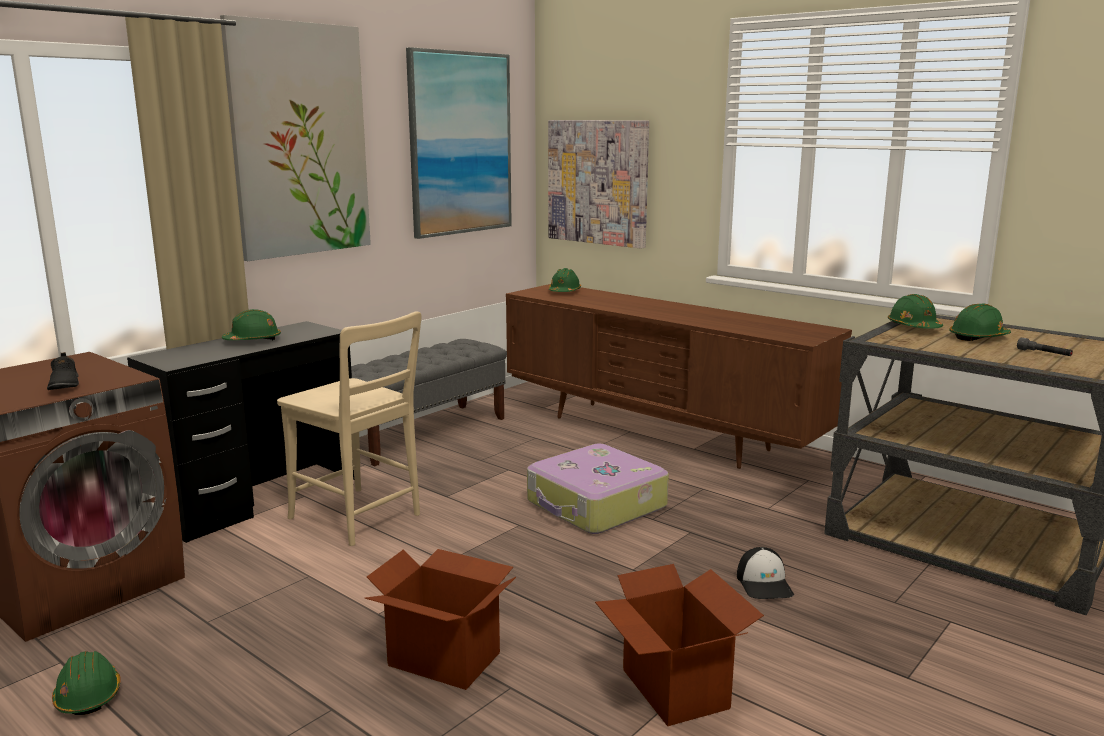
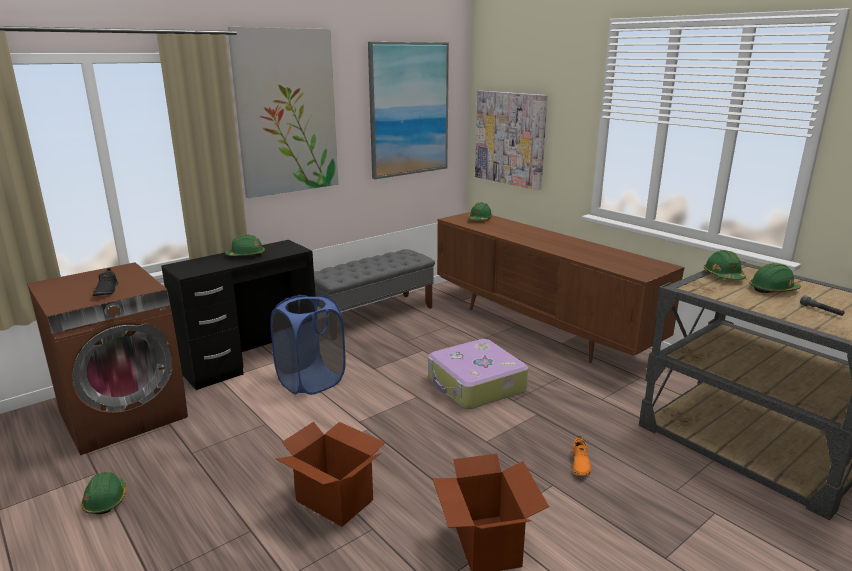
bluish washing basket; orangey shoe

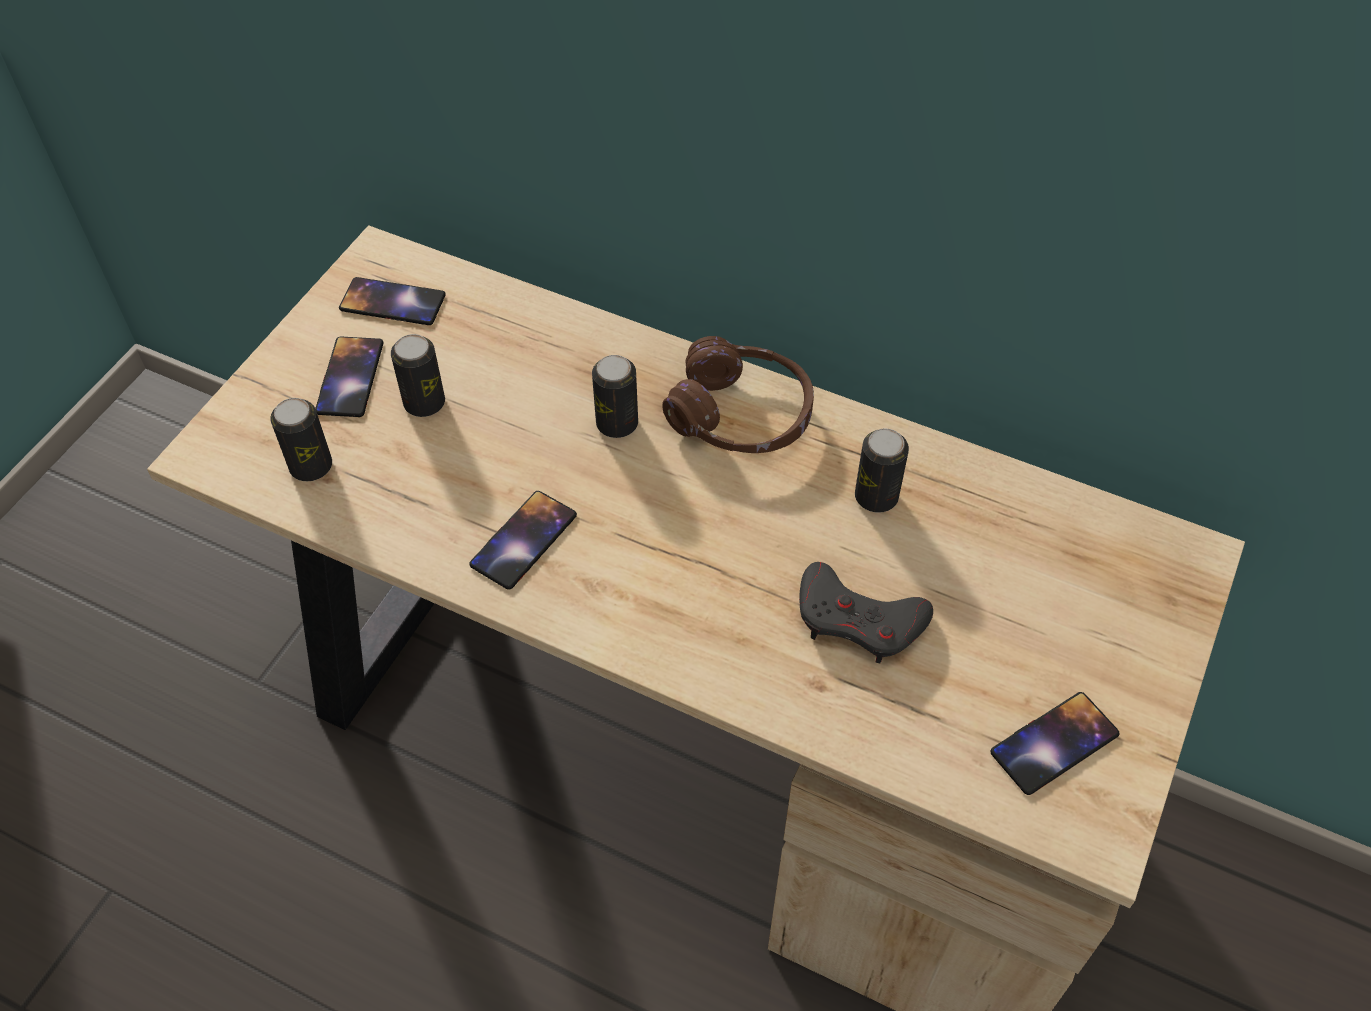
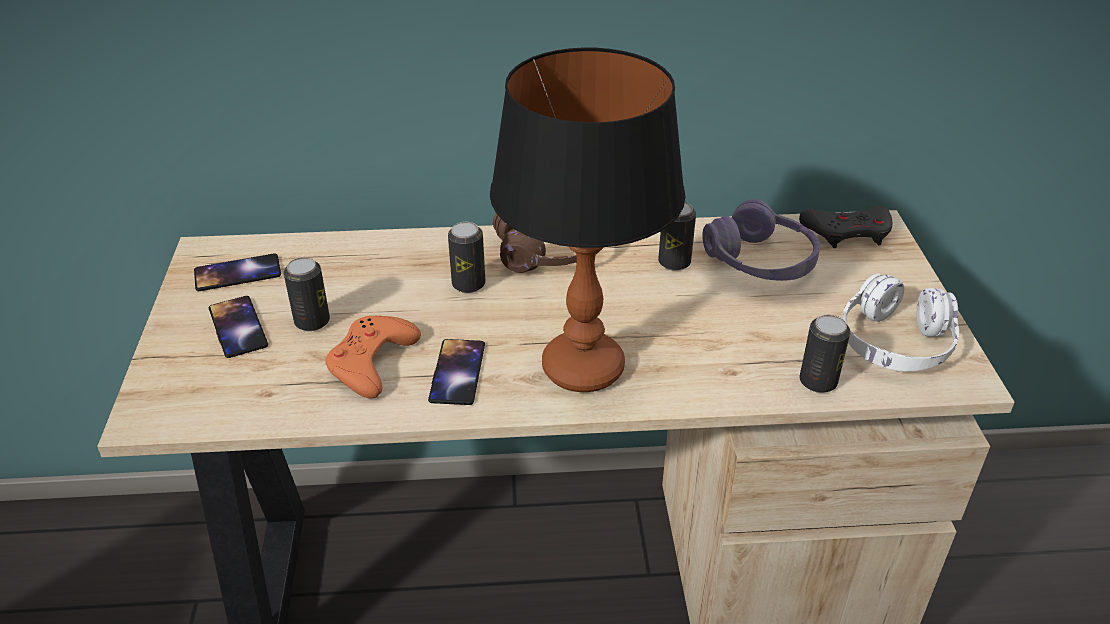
sealed can (no. 4 from left); grey game controller; whitish headphones; orangey game controller; lamp for a table; purple-coloured headphones

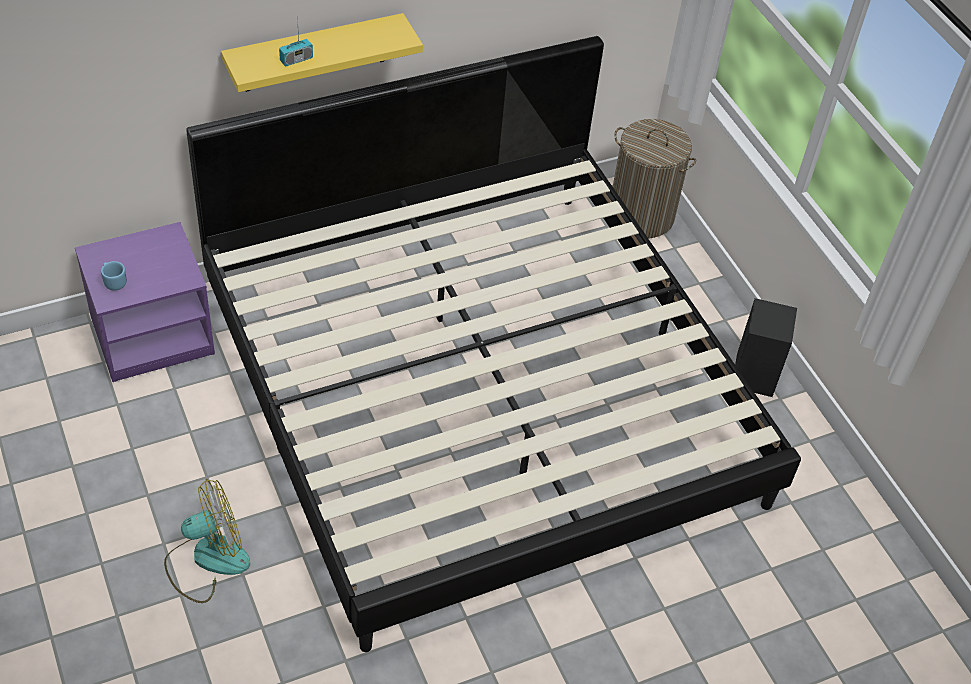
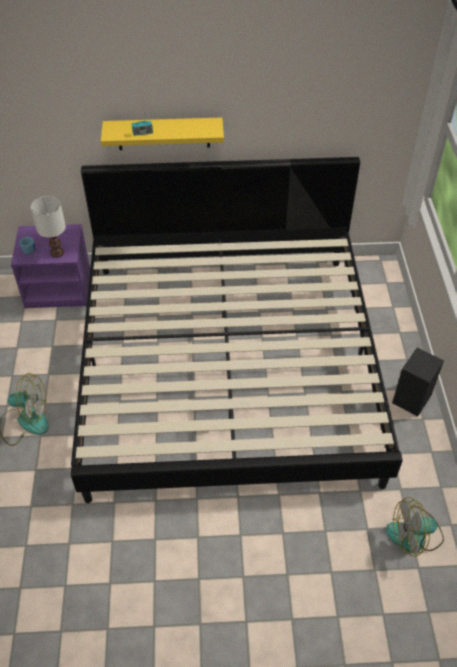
washing basket; whitish lamp for a table; cooling fan (no. 2 from left)

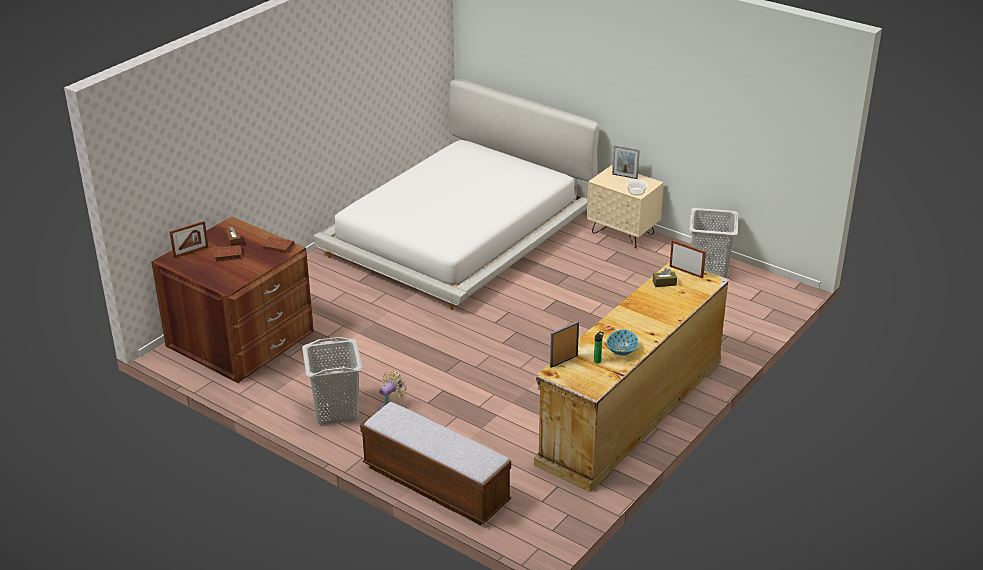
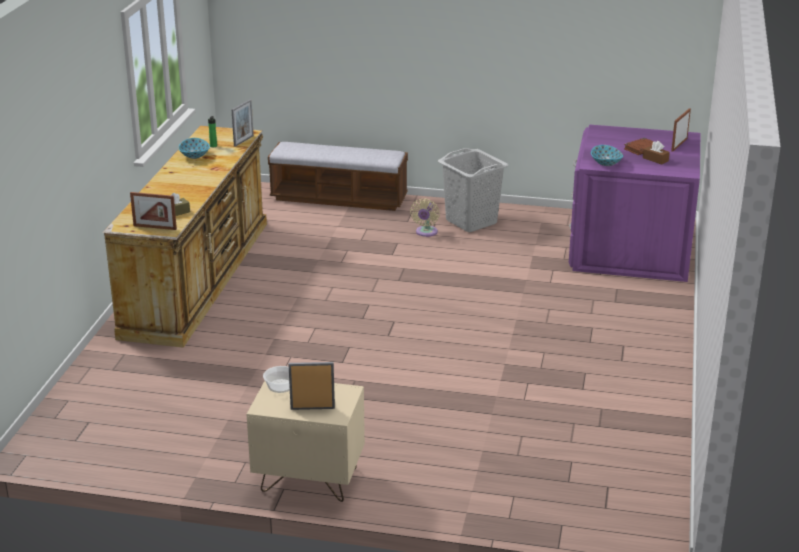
purple-coloured drawer chest; serving bowl (no. 3 from left); whitish sleeping bed; grey washing basket (no. 2 from left in the first image)

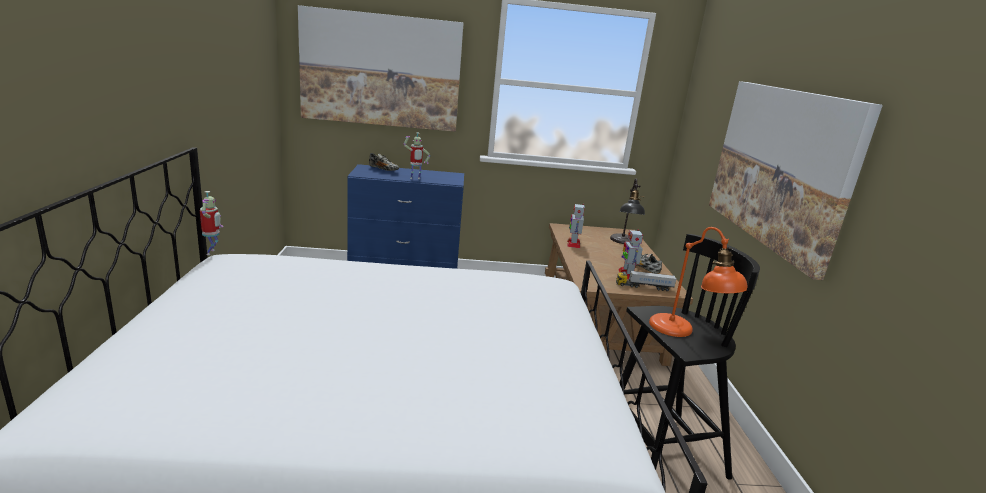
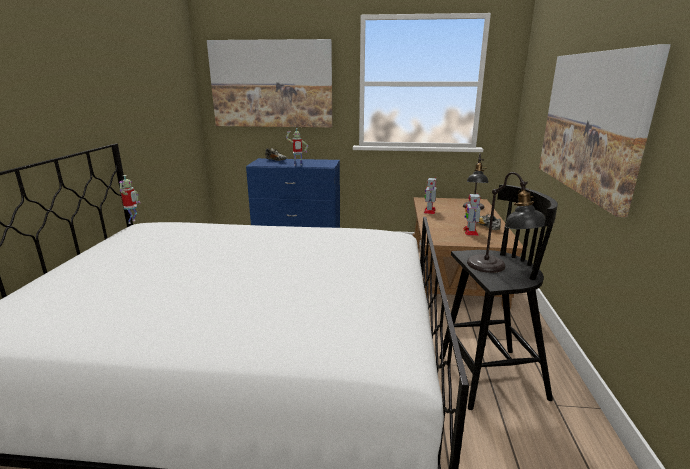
toy truck; grey lamp for a table (no. 2 from left)

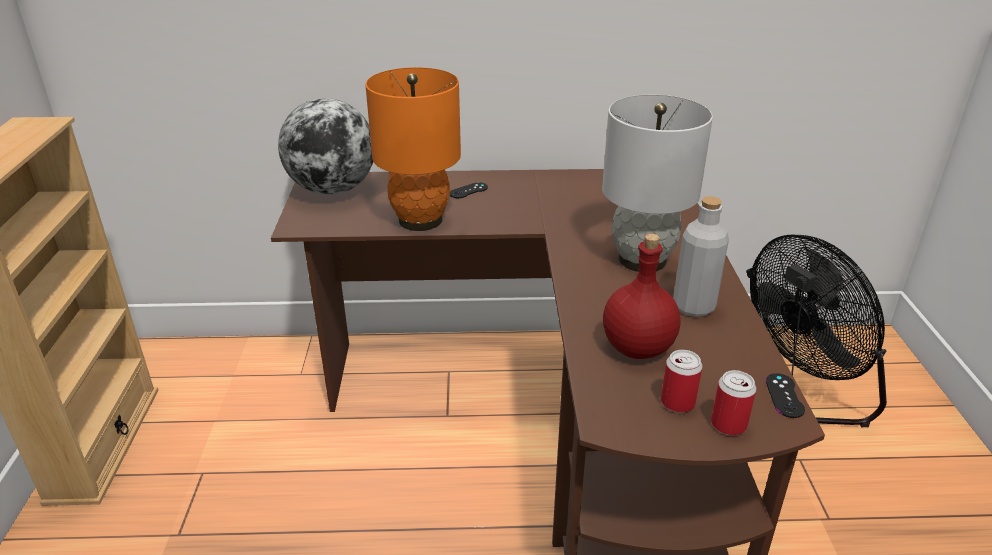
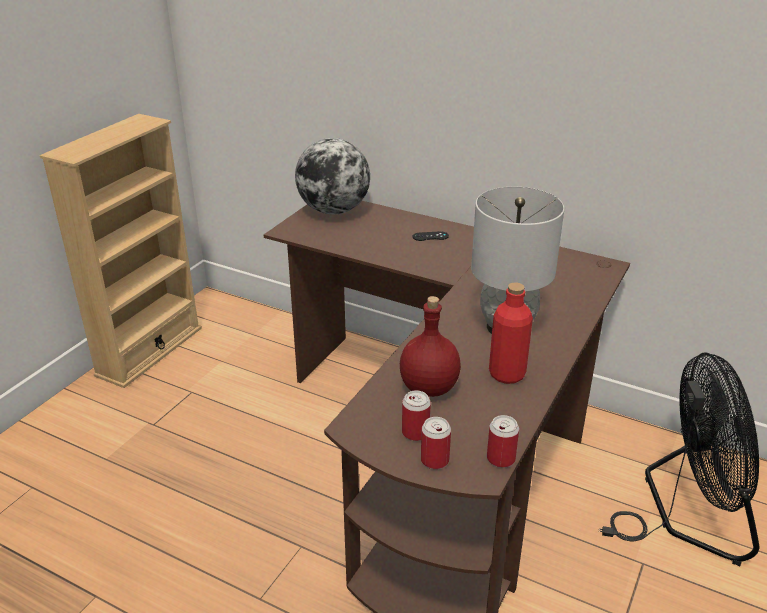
orangey lamp for a table; red-coloured beverage bottle (no. 2 from left); sealed can (no. 3 from left)

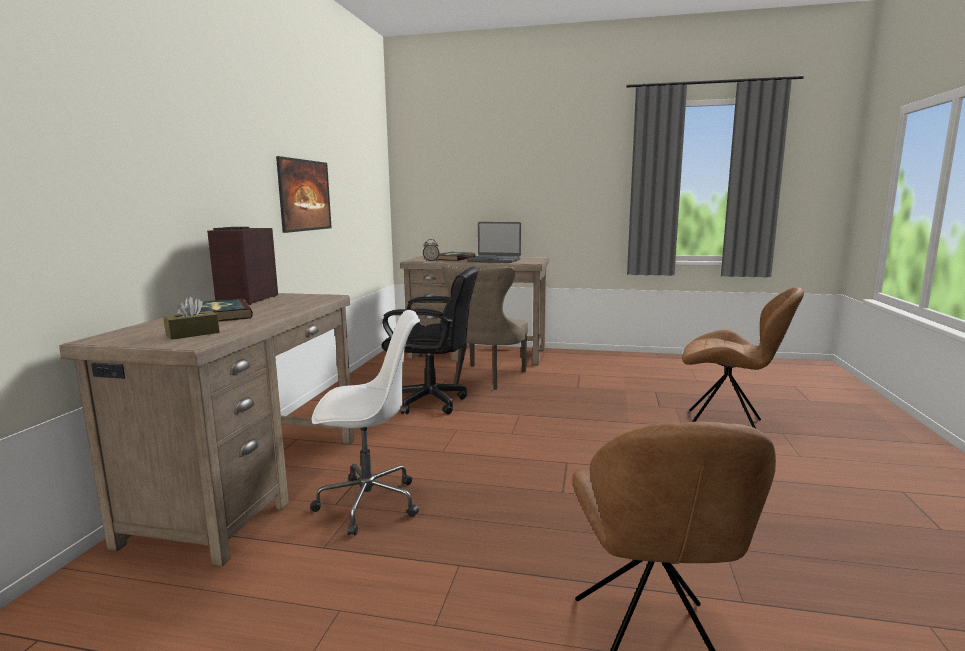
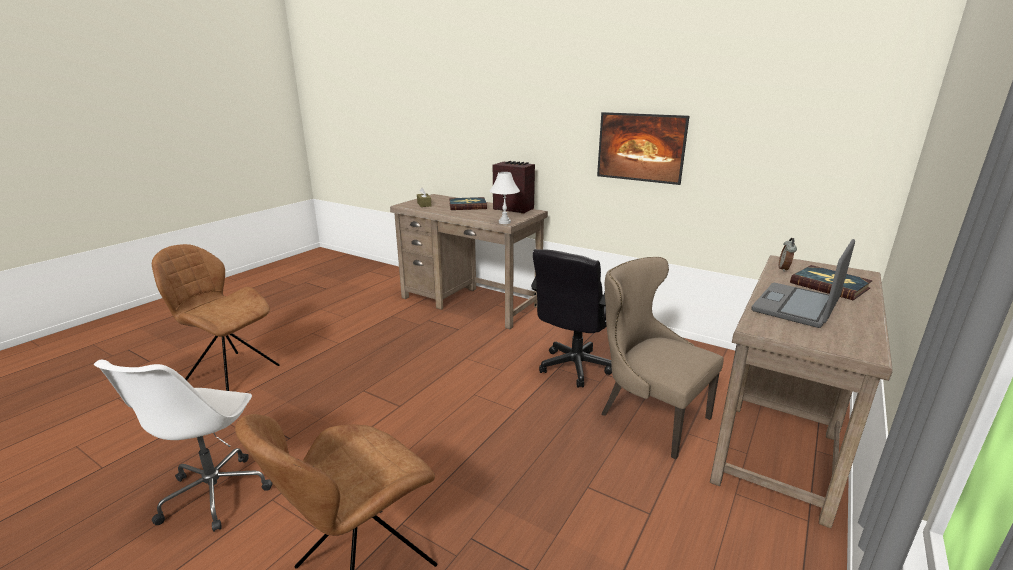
whitish computer chair; whitish lamp for a table

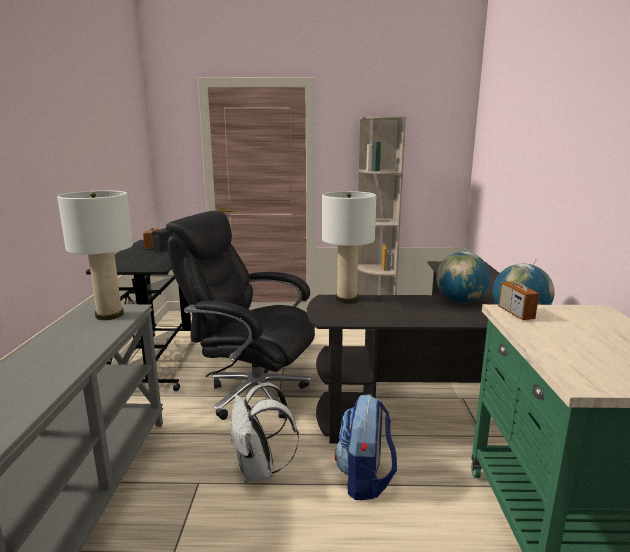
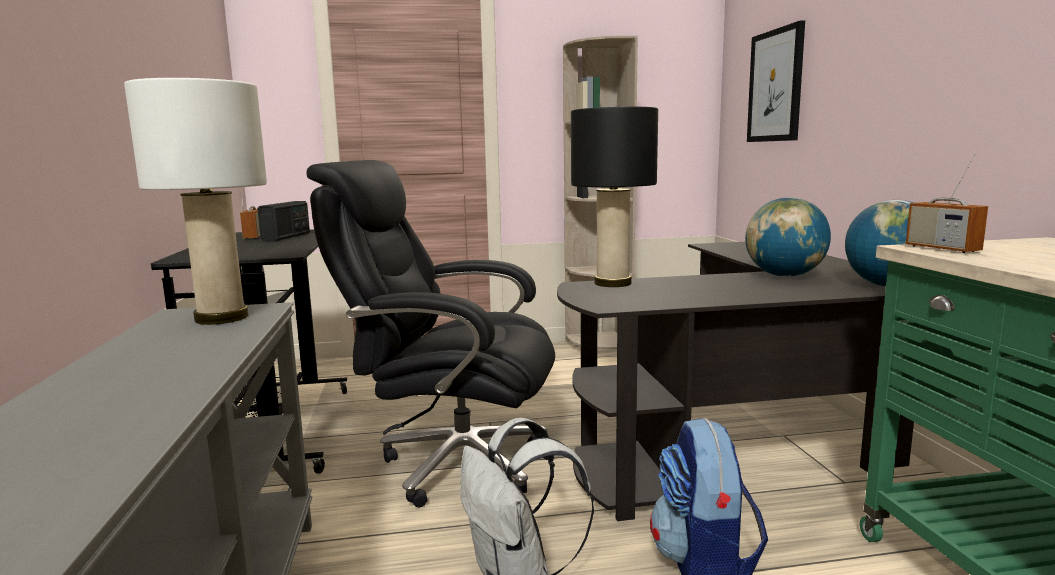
black lamp for a table; wall picture

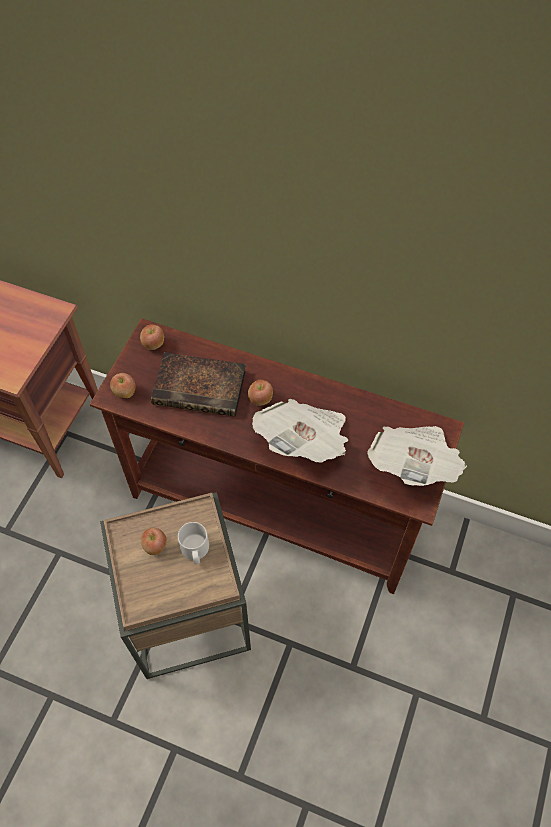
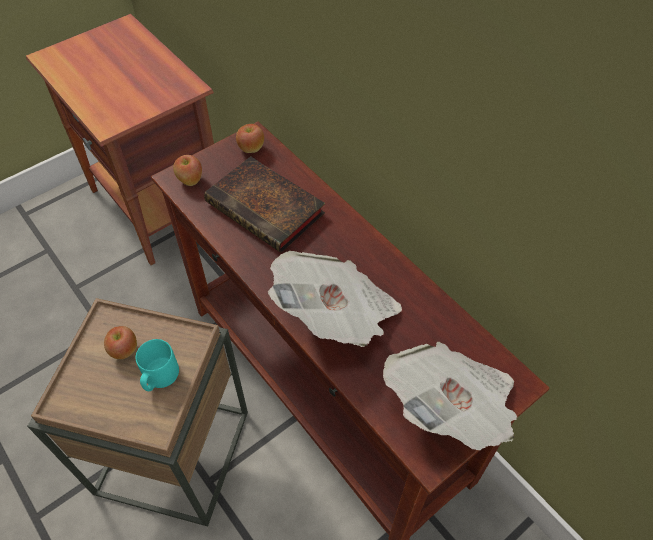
turquoise coffee mug; whole apple (no. 4 from left in the first image)

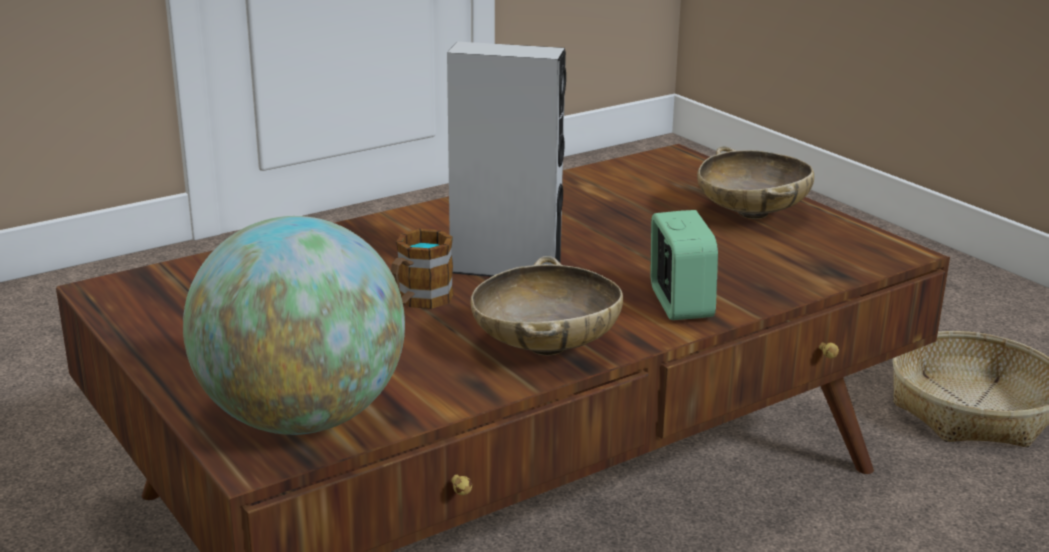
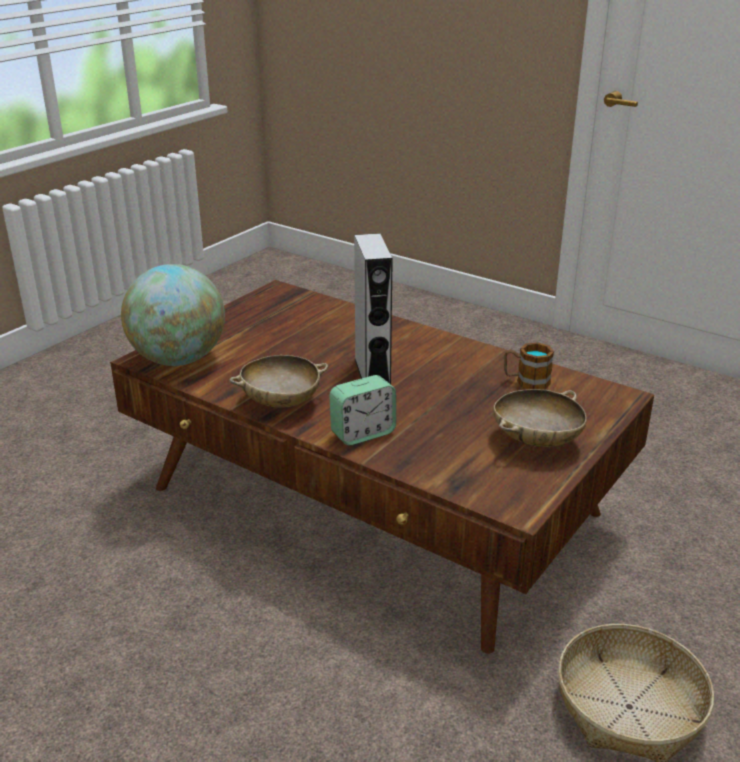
coffee mug

